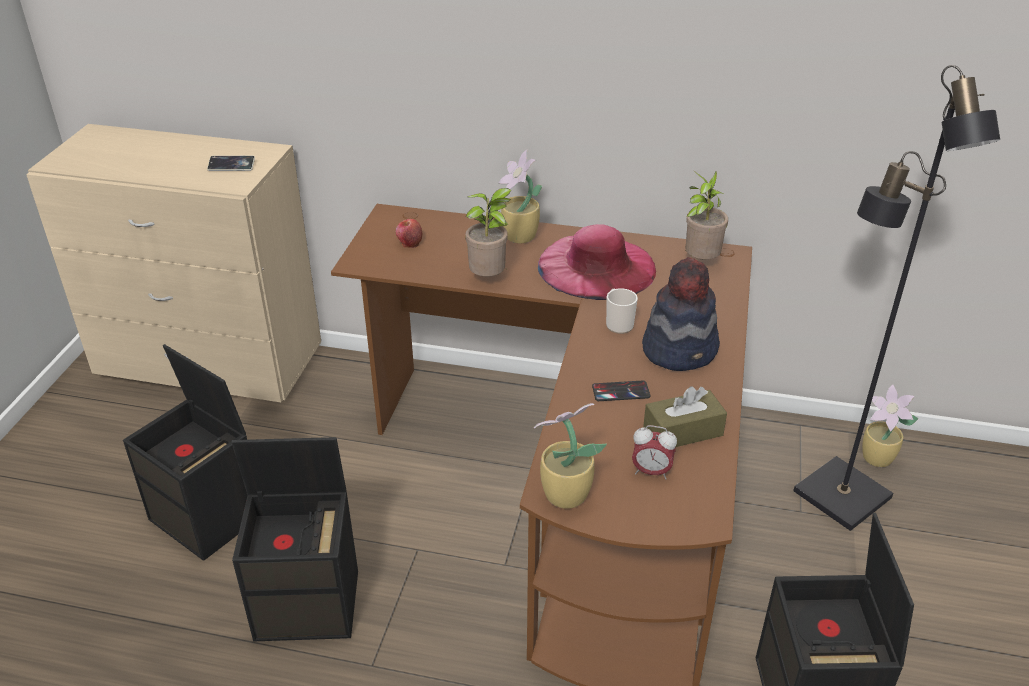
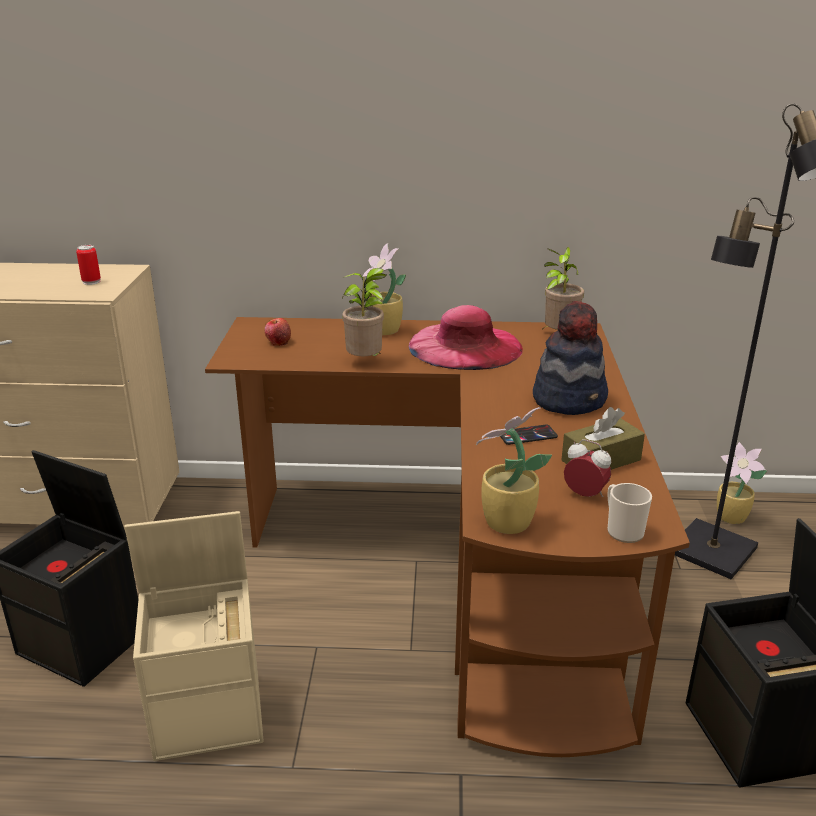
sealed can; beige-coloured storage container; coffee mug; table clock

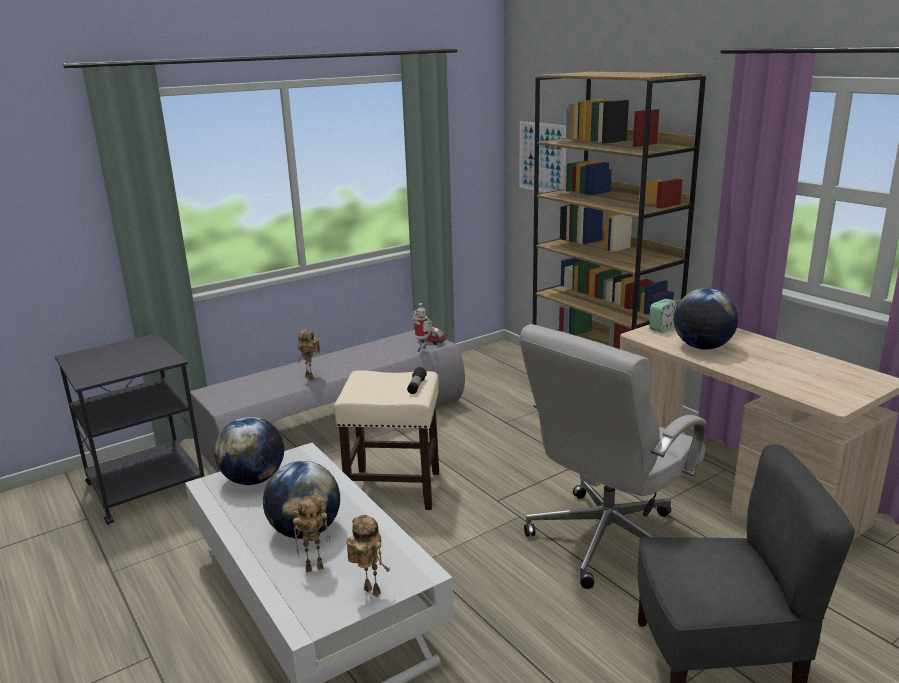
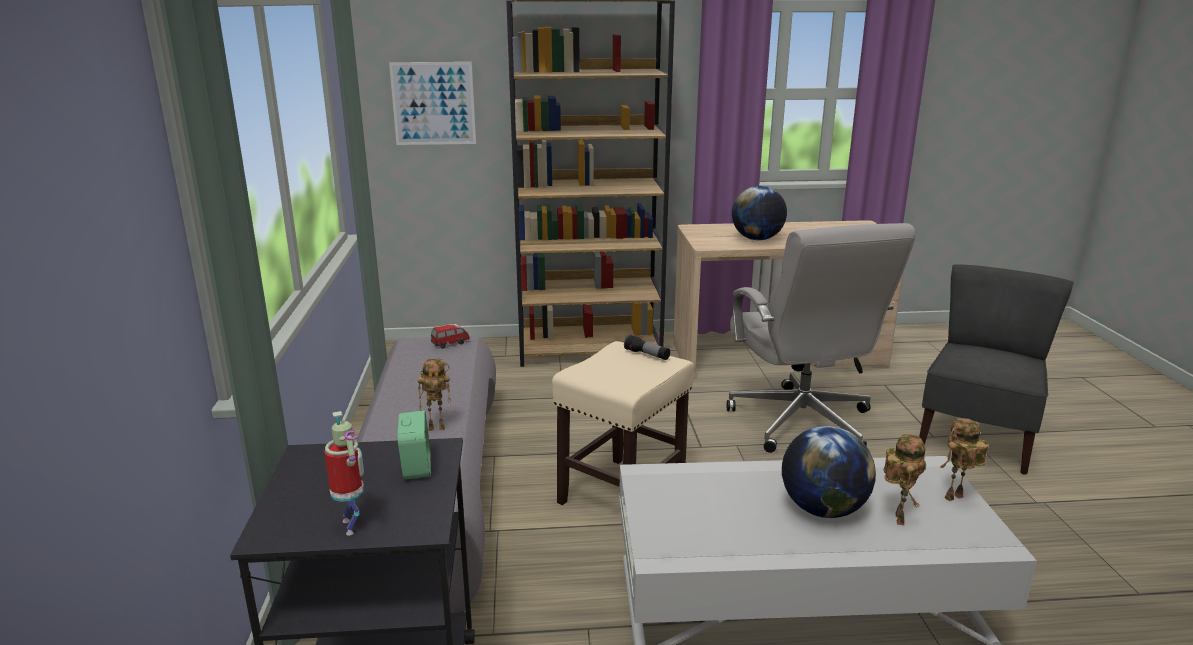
world globe (no. 1 from left in the first image); model robot (no. 1 from left); table clock

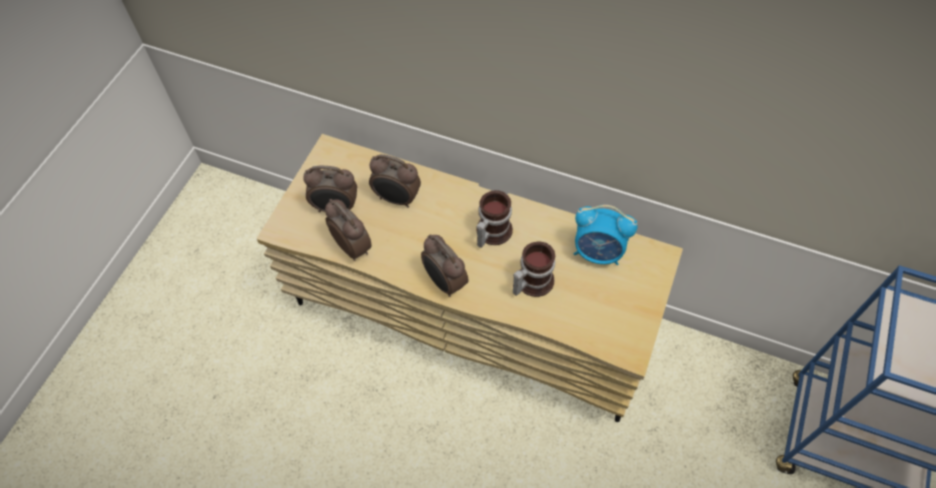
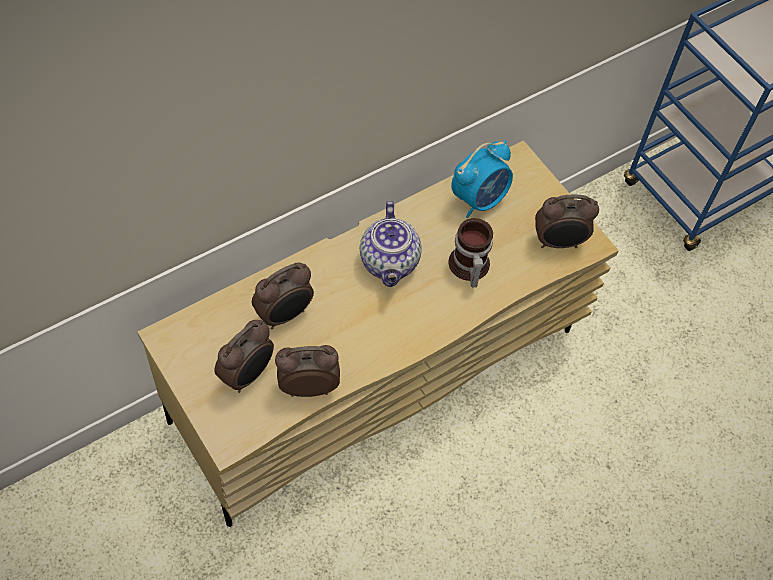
table clock (no. 5 from left); teapot

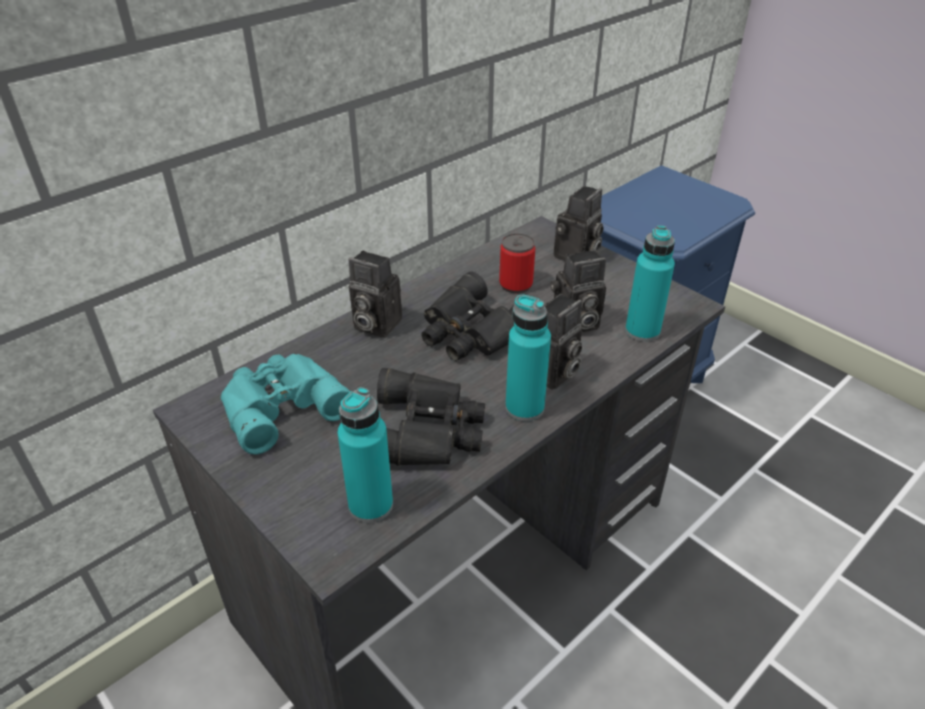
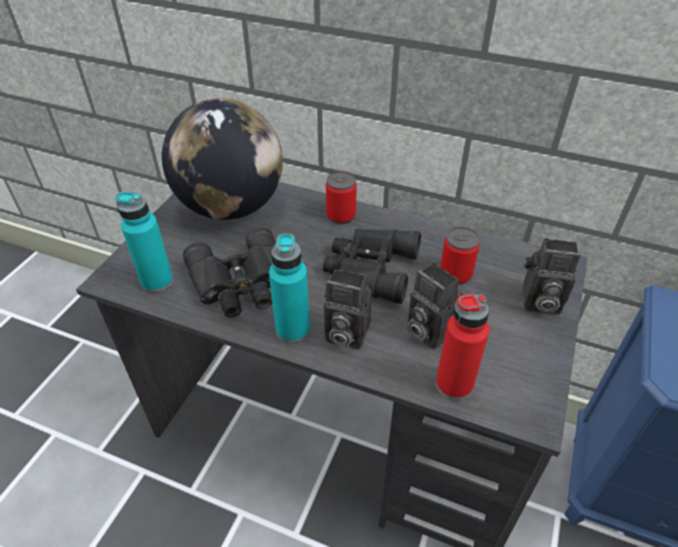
world globe; sealed can (no. 1 from left); red-coloured beverage bottle

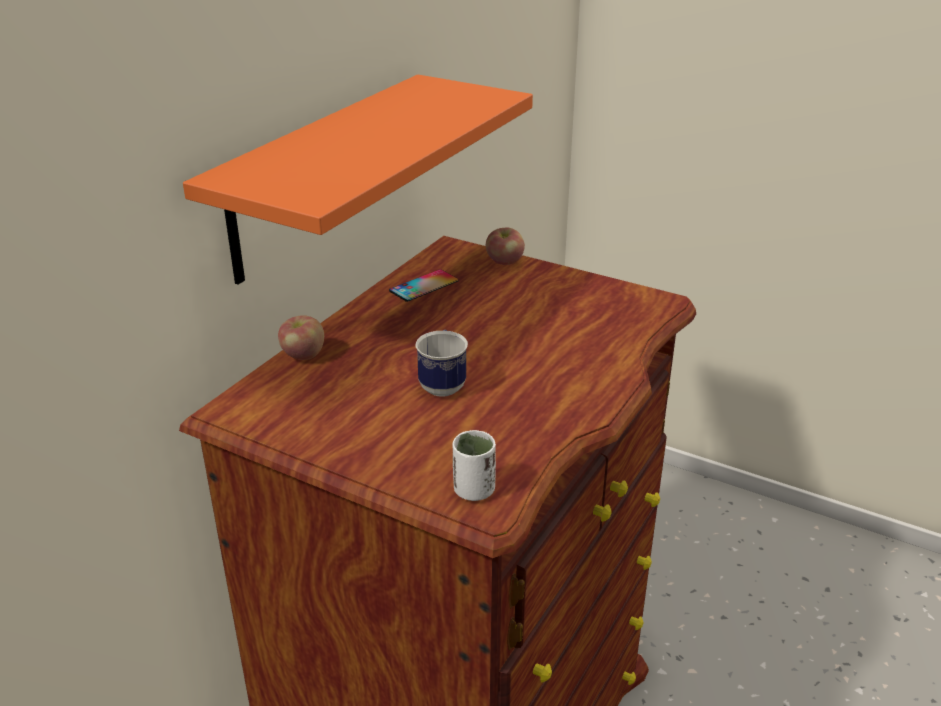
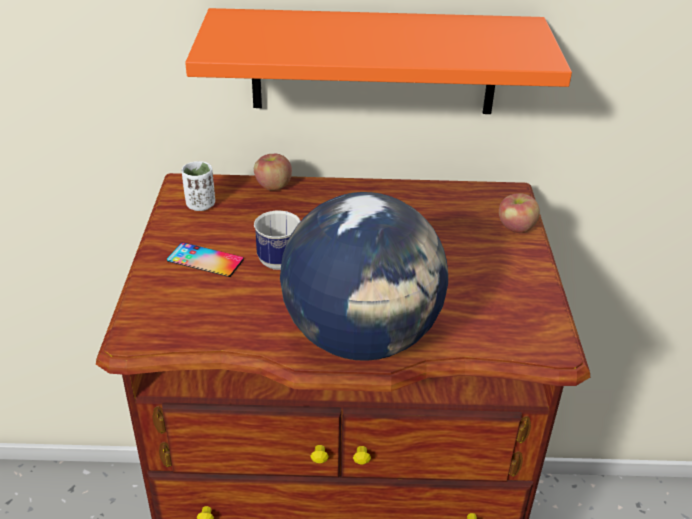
handset; whitish drinking cup; world globe

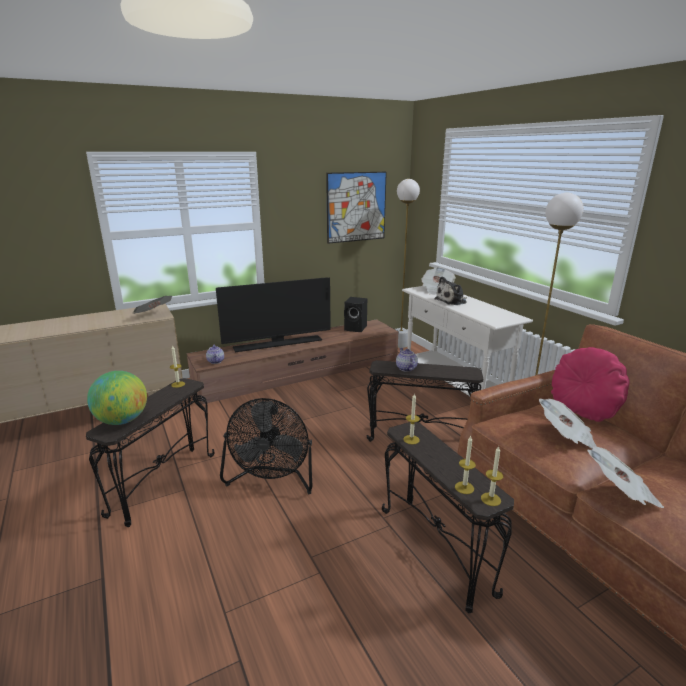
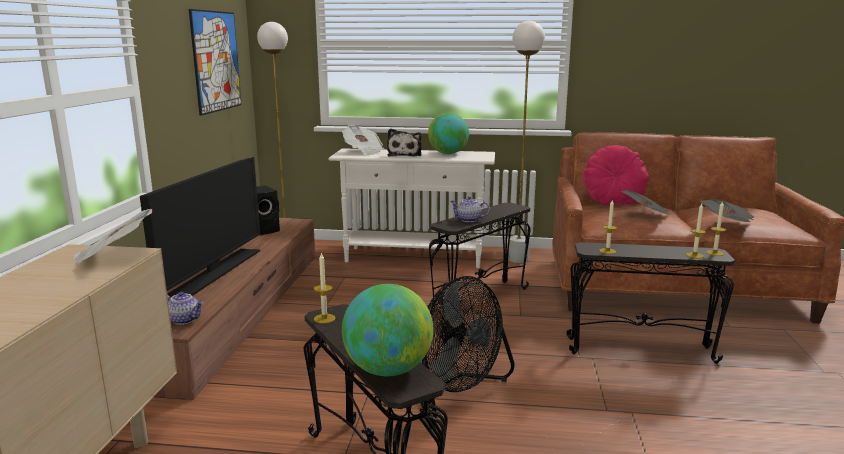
world globe (no. 2 from left)

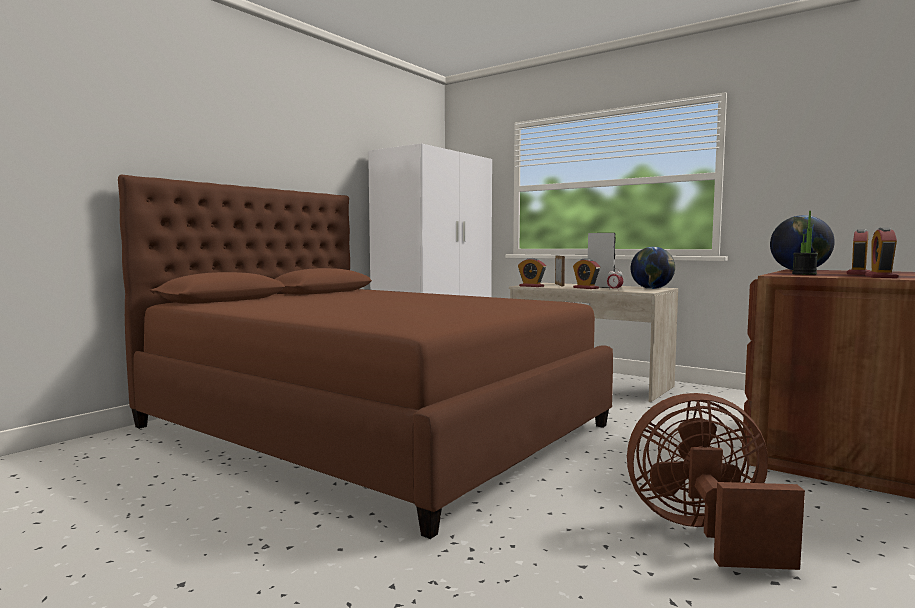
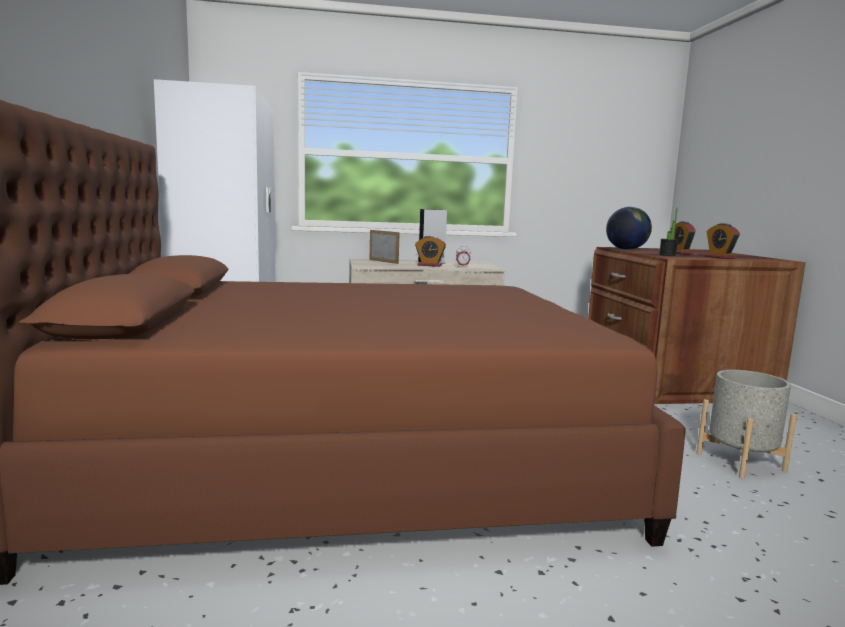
table clock (no. 1 from left in the first image); grey flower pot; world globe (no. 1 from left in the first image)

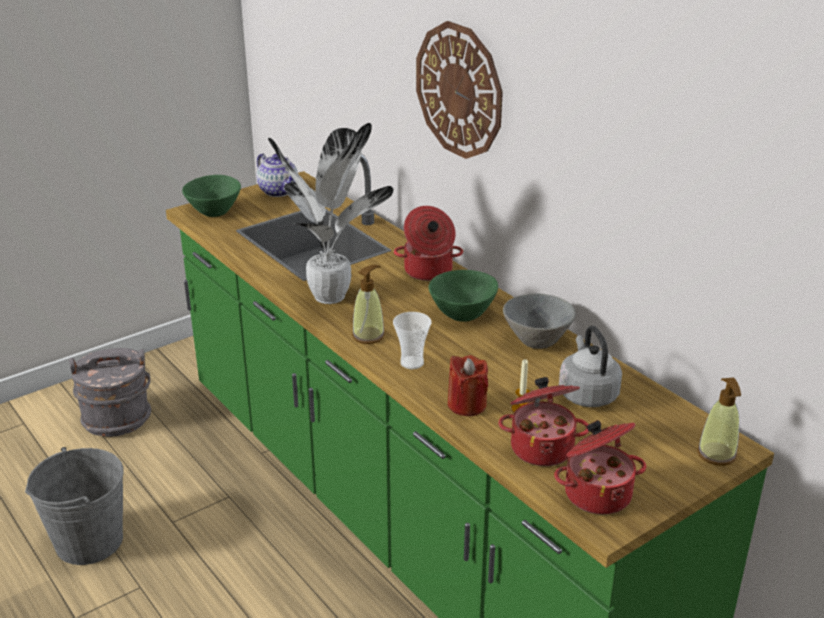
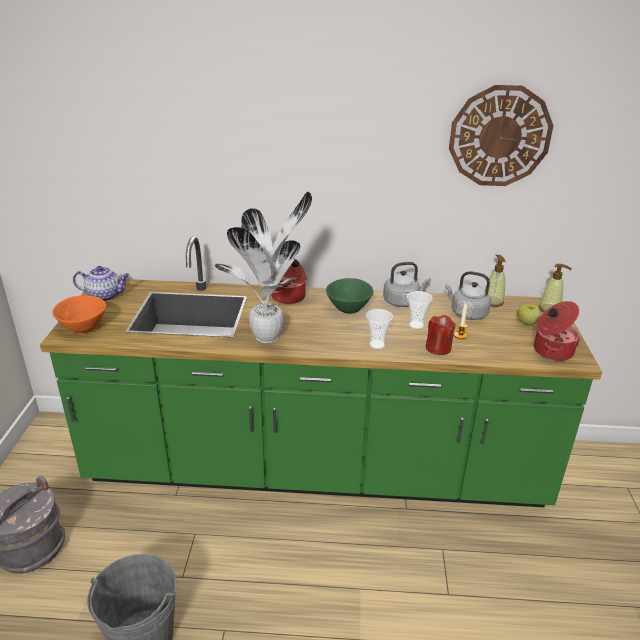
orangey serving bowl; soap dispenser (no. 1 from left); wall clock; saucepot (no. 2 from left in the first image); grey kettle (no. 1 from left); drinking cup (no. 2 from left); whole apple

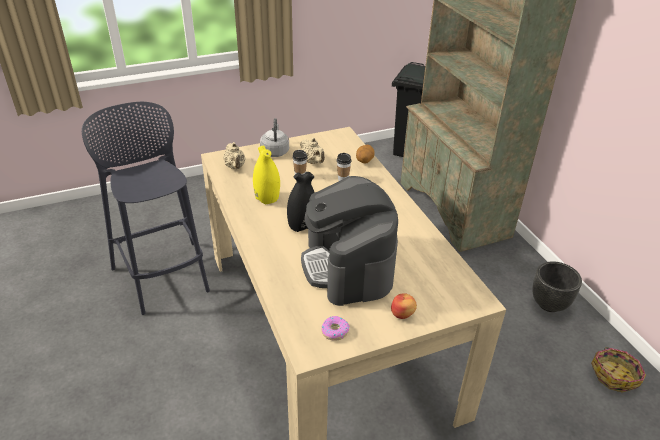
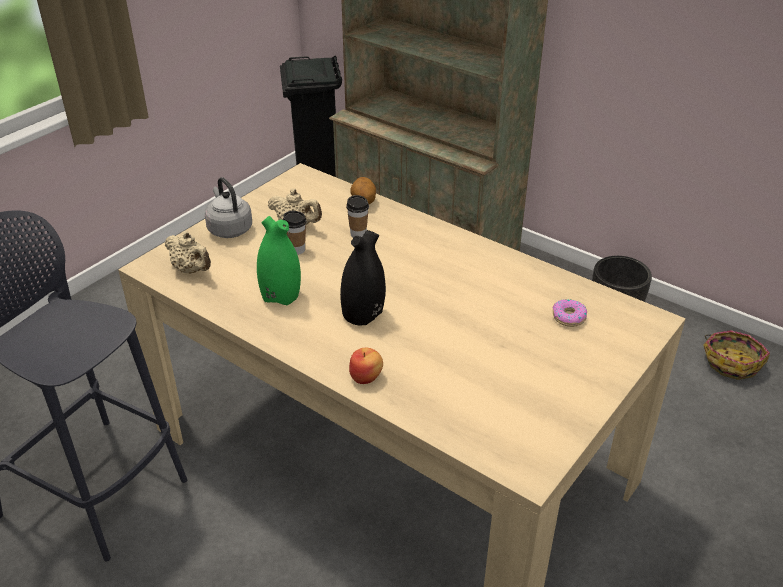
green-coloured flower vase; coffee brewer; doughnut; whole apple

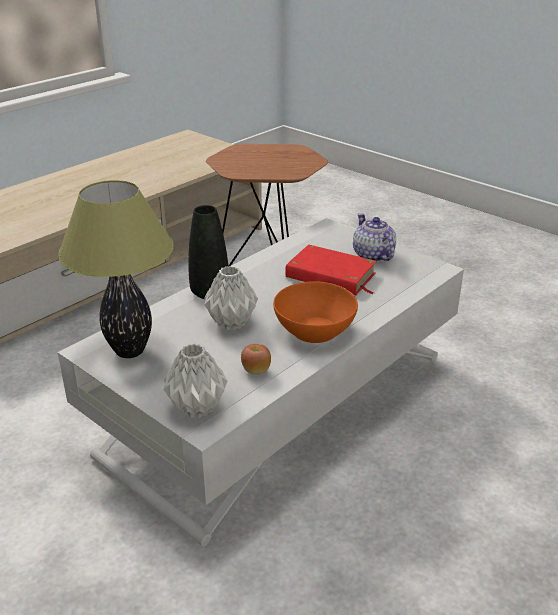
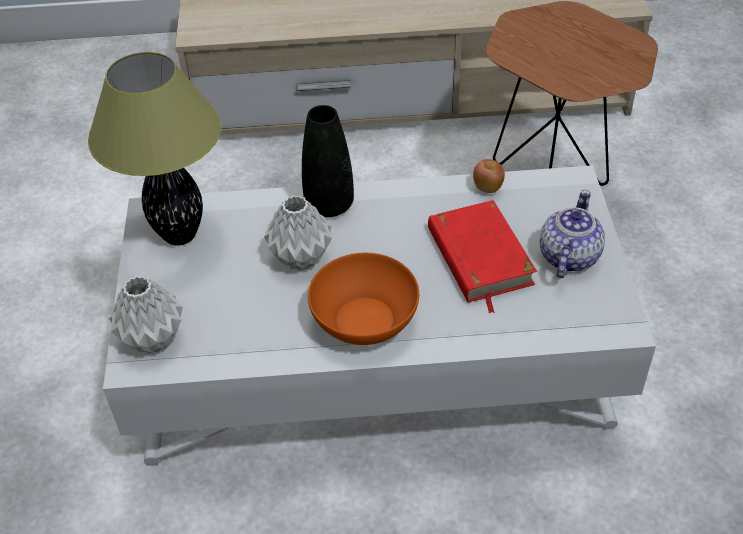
whole apple

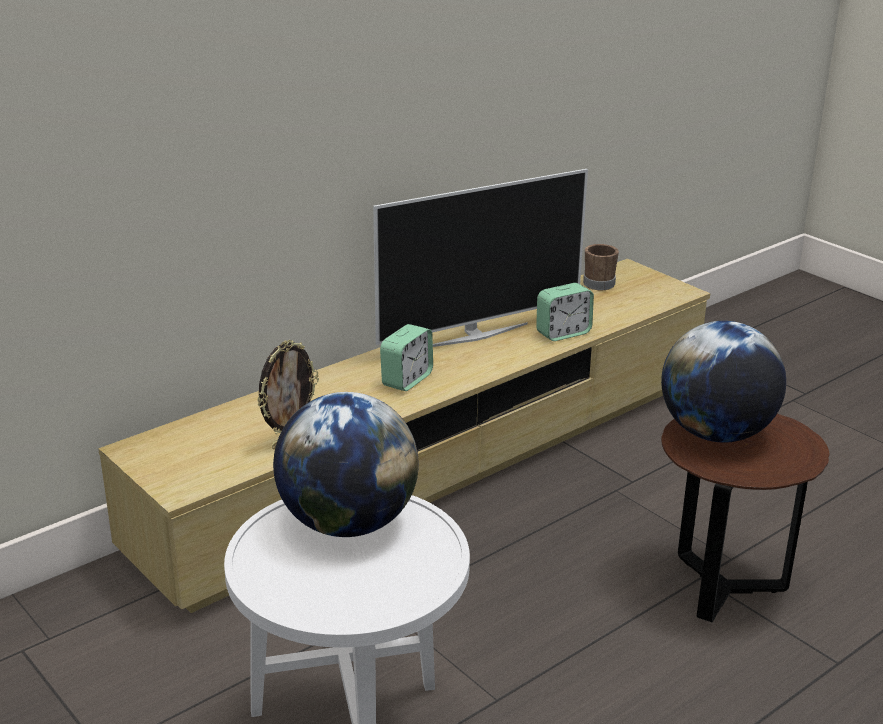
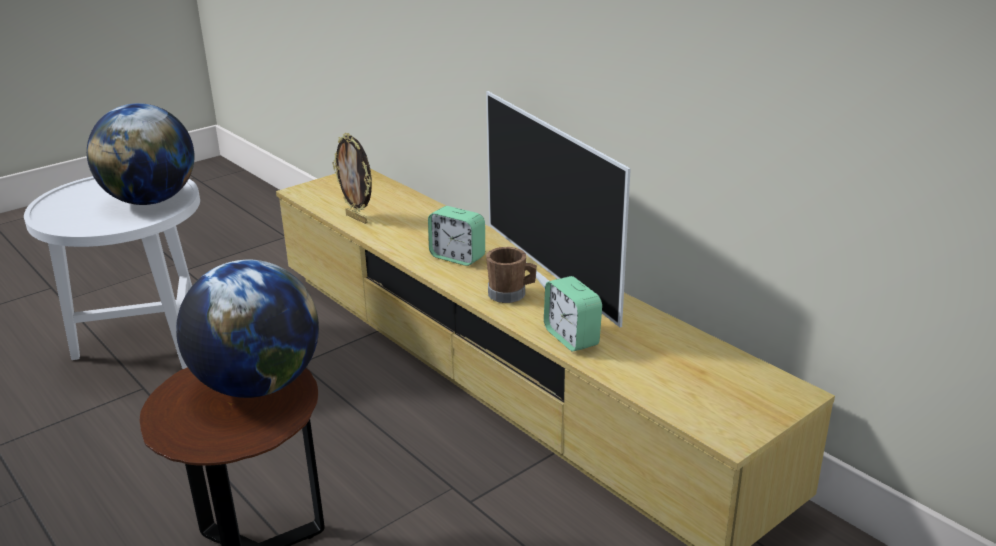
brown coffee mug

